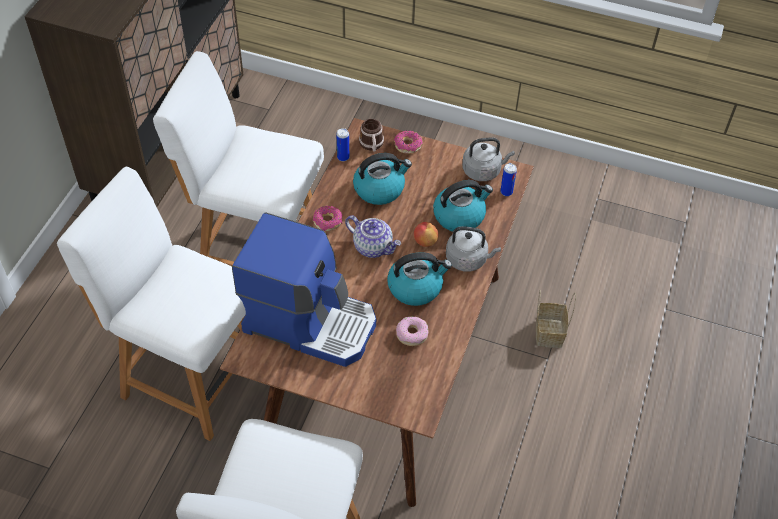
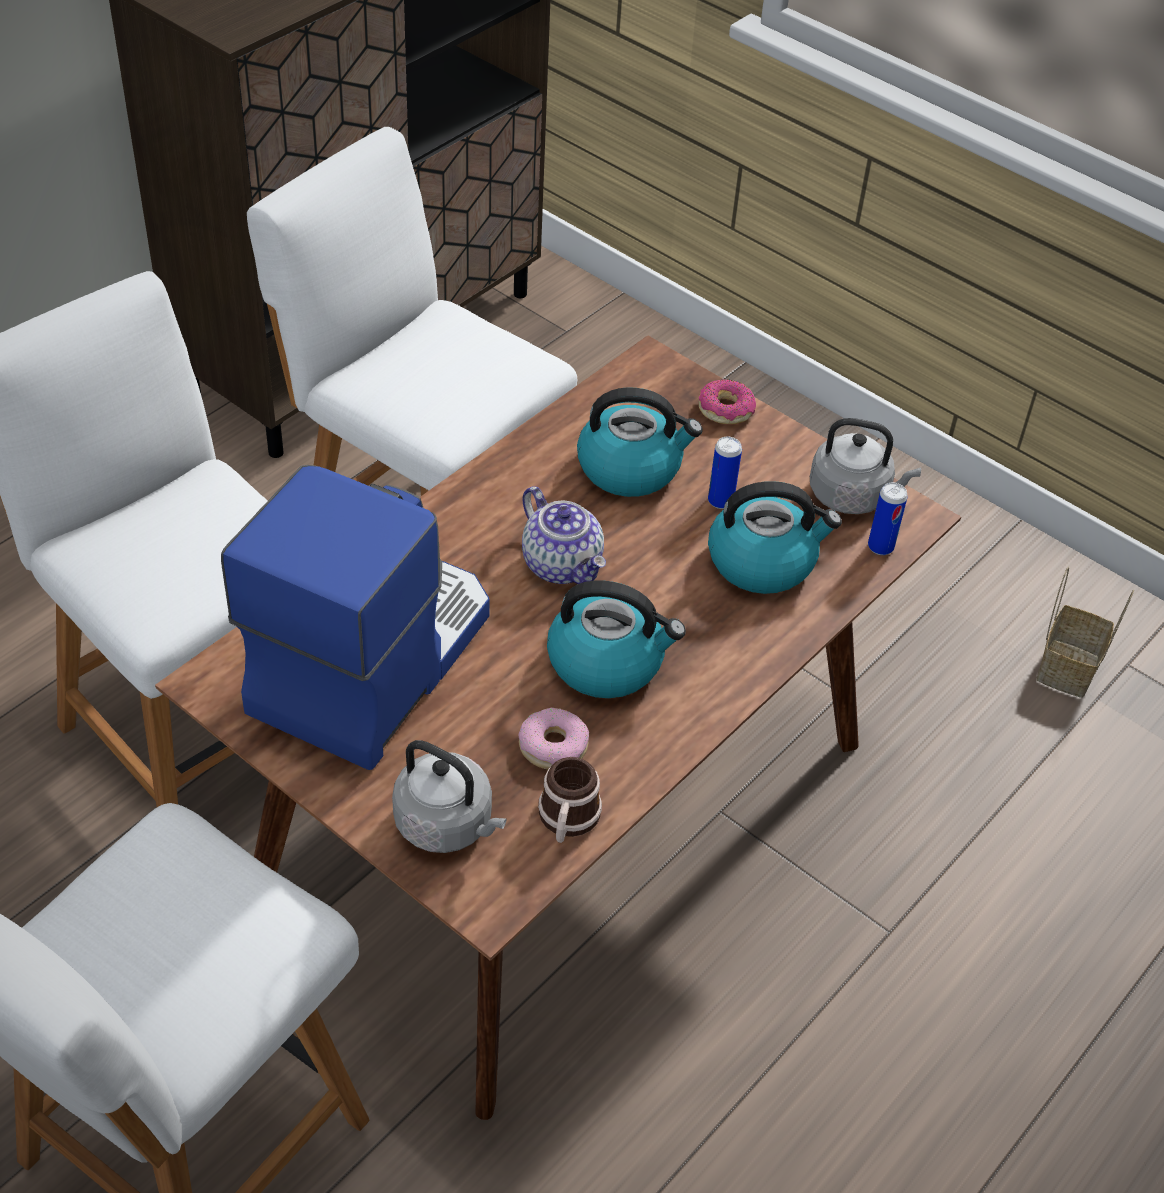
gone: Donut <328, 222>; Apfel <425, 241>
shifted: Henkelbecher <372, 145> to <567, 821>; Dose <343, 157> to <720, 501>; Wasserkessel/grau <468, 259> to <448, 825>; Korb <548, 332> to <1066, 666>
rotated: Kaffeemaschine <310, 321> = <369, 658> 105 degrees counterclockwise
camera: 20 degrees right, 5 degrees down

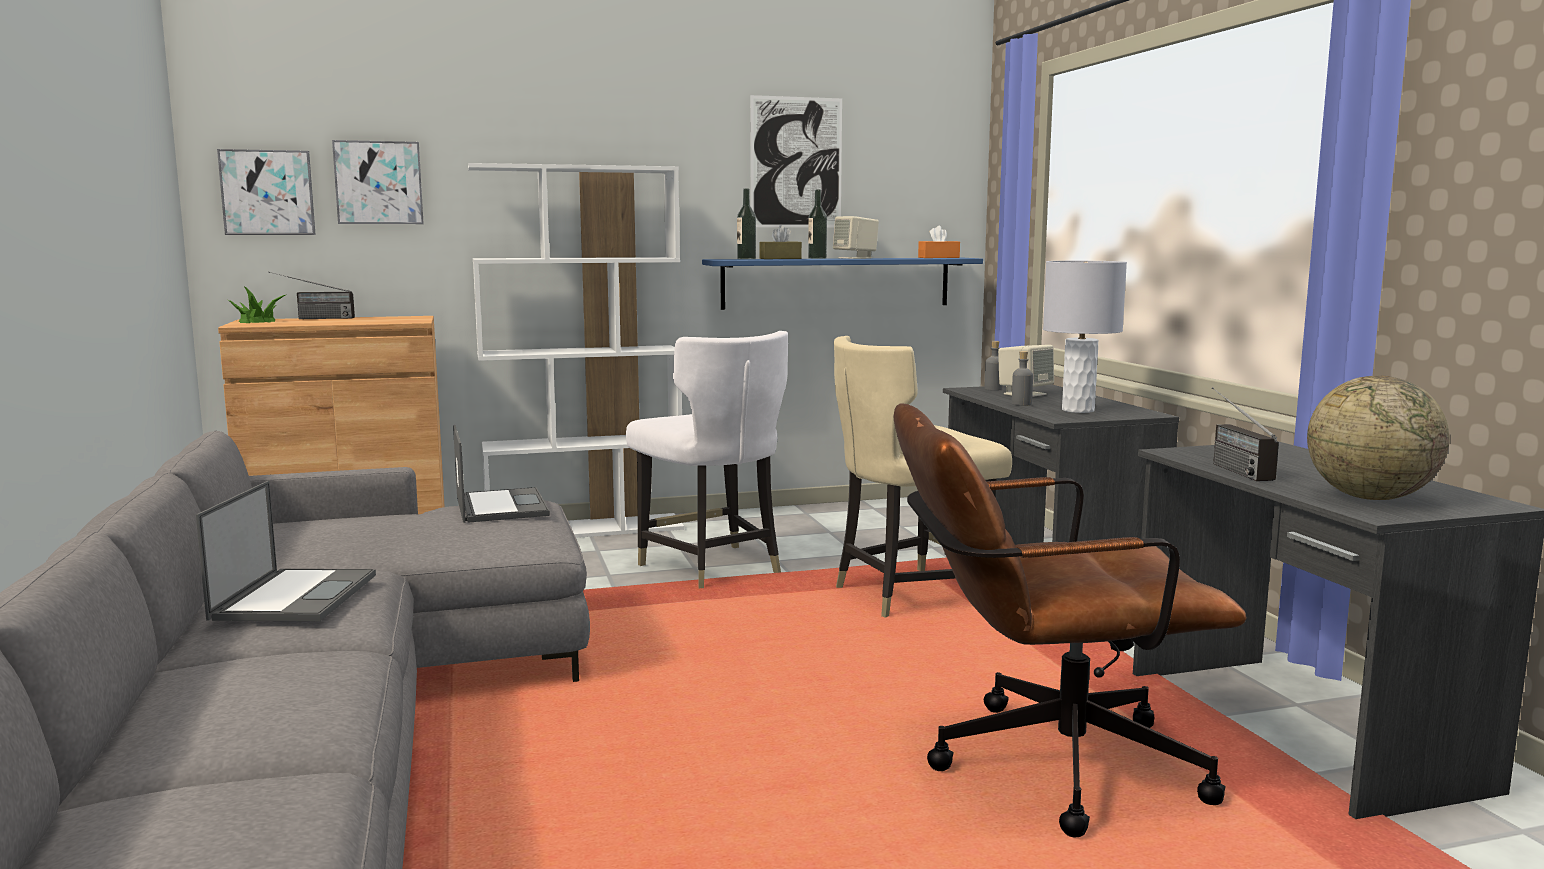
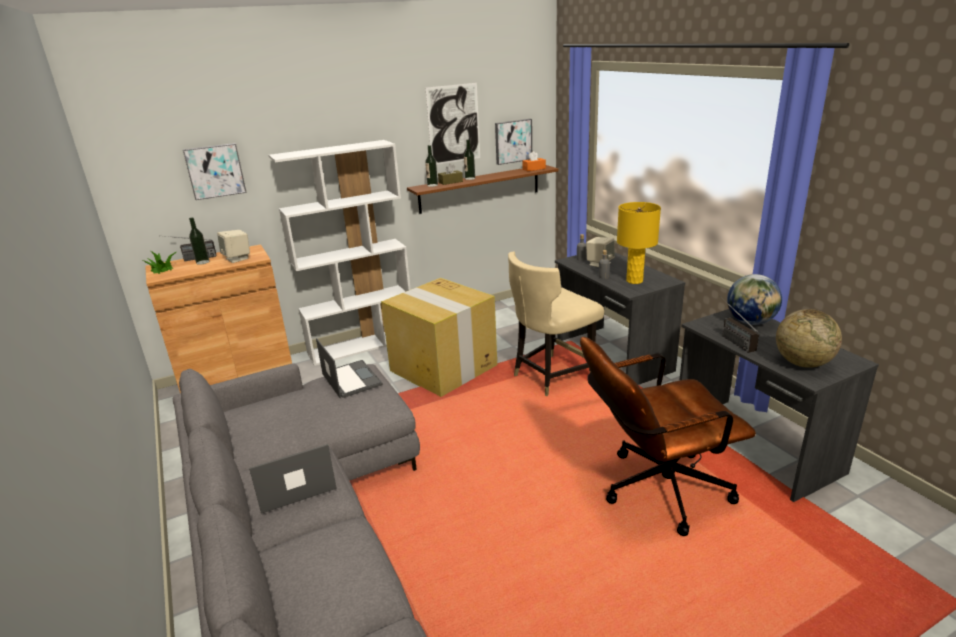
new: Flasche <202, 262>; Globus <750, 322>
shifted: Bild <268, 192> to <513, 141>; Lautsprecher/beige <855, 258> to <237, 258>
swapped: Stuhl/weiß <712, 568> to Karton <444, 368>
repainted: Wandregal/blau <837, 282> to Wandregal/braun <480, 188>; Tischlampe/grau <1077, 410> to Tischlampe/gelb <634, 281>
rotated: Laptop <295, 596> = <293, 484> 105 degrees counterclockwise
camera: 10 degrees left, 15 degrees up

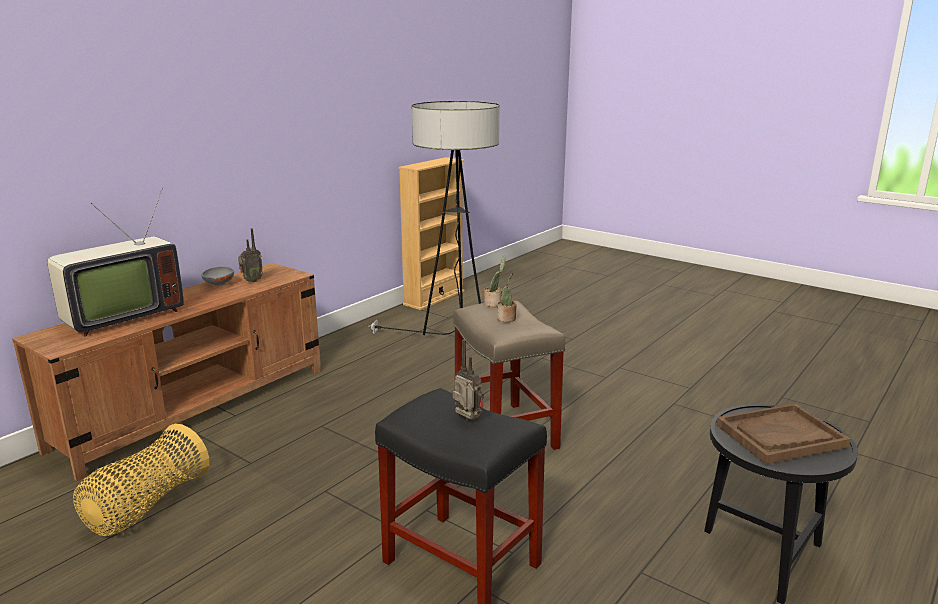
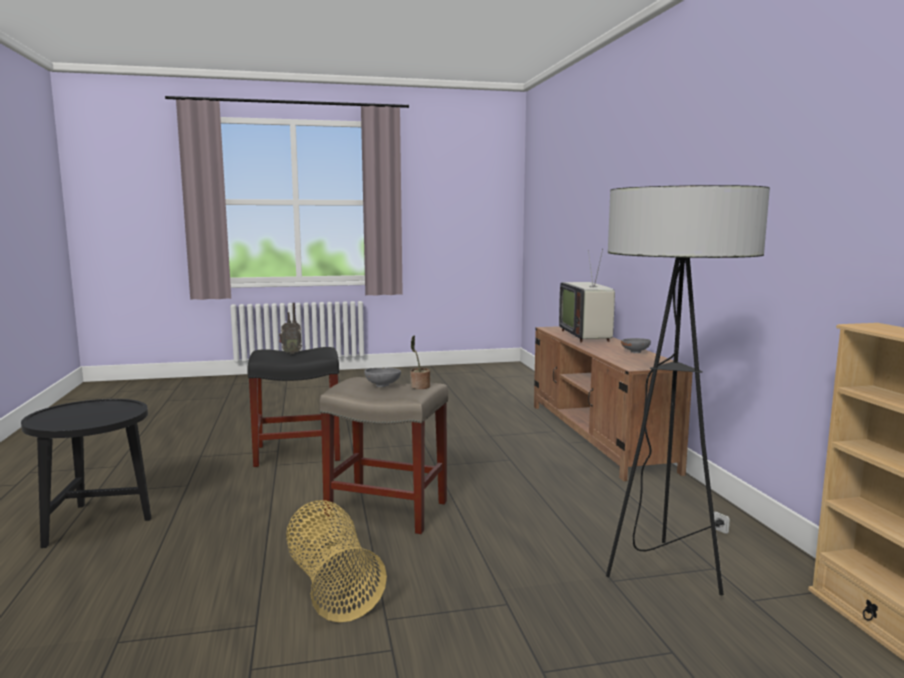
gone: Radio <251, 281>; Tablett/braun <780, 436>
shifted: Korb <146, 507> to <332, 585>
swapped: Topfpflanze <507, 319> to Schüssel/grau <383, 385>
camera: 130 degrees right, 10 degrees down

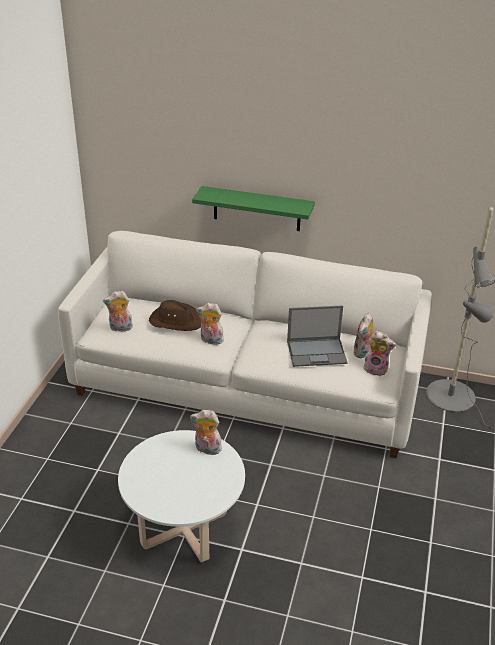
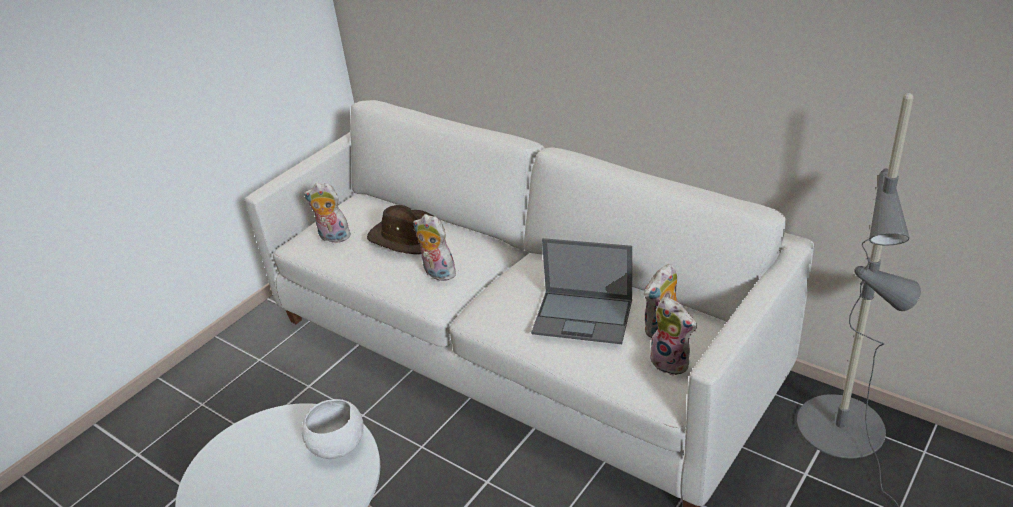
gone: Wandregal/grün <257, 209>
swapped: Plüschtier <207, 449> to Schüssel/weiß <338, 444>
camera: 25 degrees right, 0 degrees up

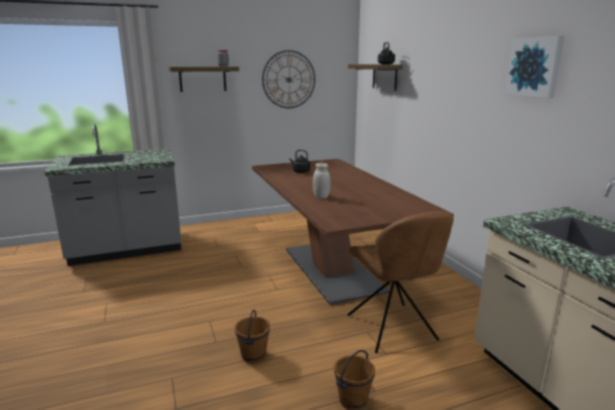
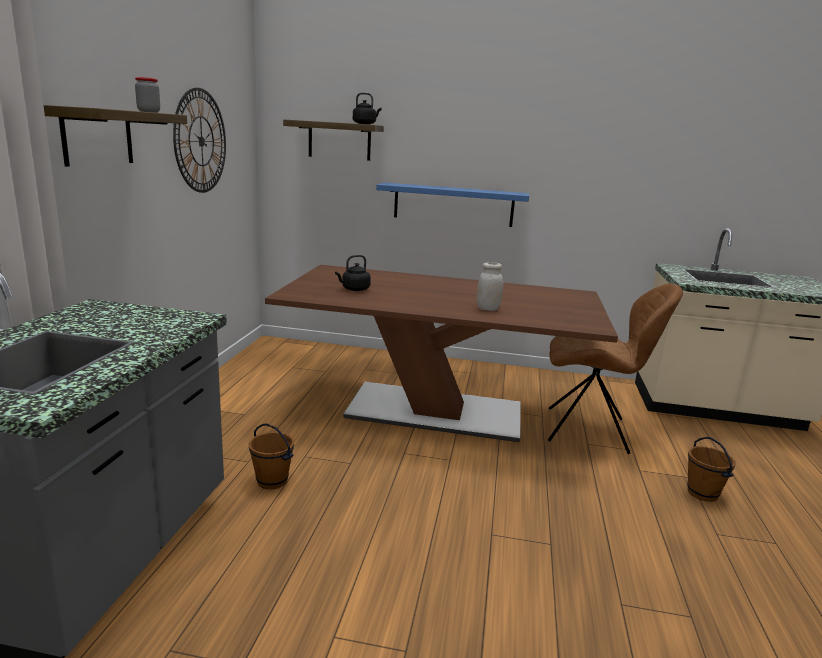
gone: Bild <534, 67>
new: Wandregal/blau <453, 204>
shifted: Eimer/braun <253, 356> to <271, 481>
camera: 60 degrees left, 0 degrees up

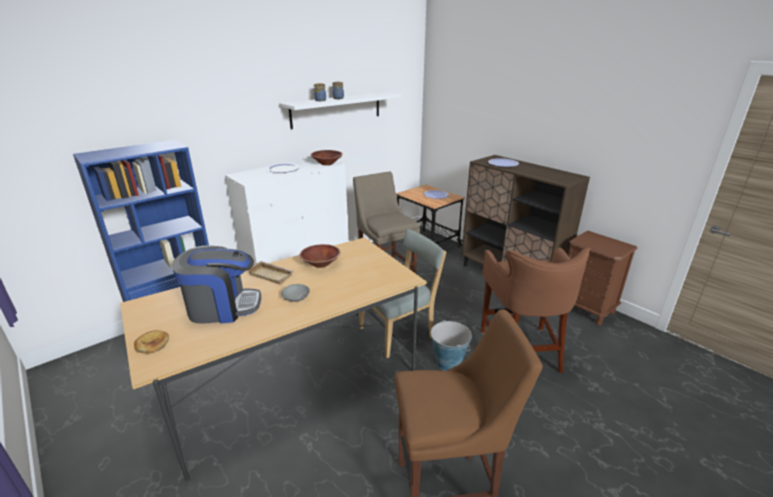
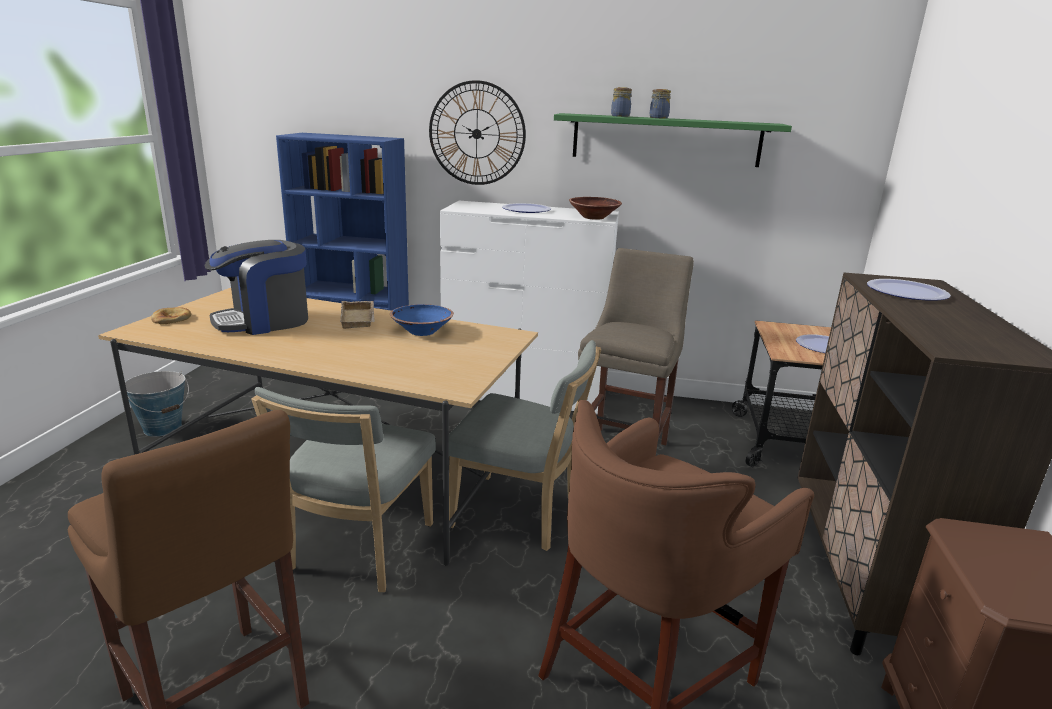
gone: Schüssel/grau <296, 297>
new: Wanduhr <477, 133>; Stuhl/grau <358, 551>
shifted: Eimer <448, 362> to <163, 428>
repainted: Wandregal/weiß <337, 109> to Wandregal/grün <666, 140>; Schüssel/braun <321, 264> to Schüssel/blau <422, 331>
rotated: Kaffeemaschine <223, 307> = <264, 321> 105 degrees clockwise
camera: 50 degrees right, 5 degrees down

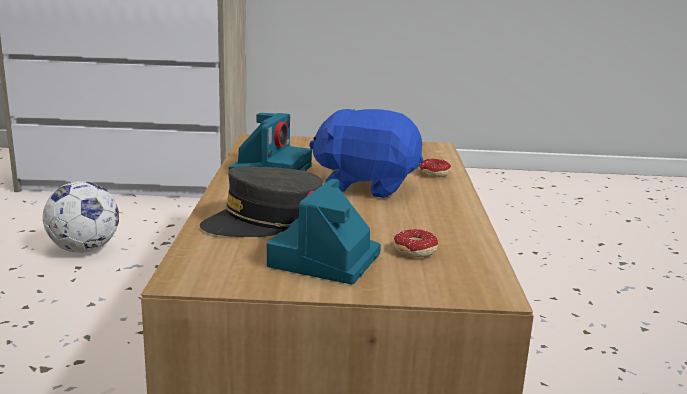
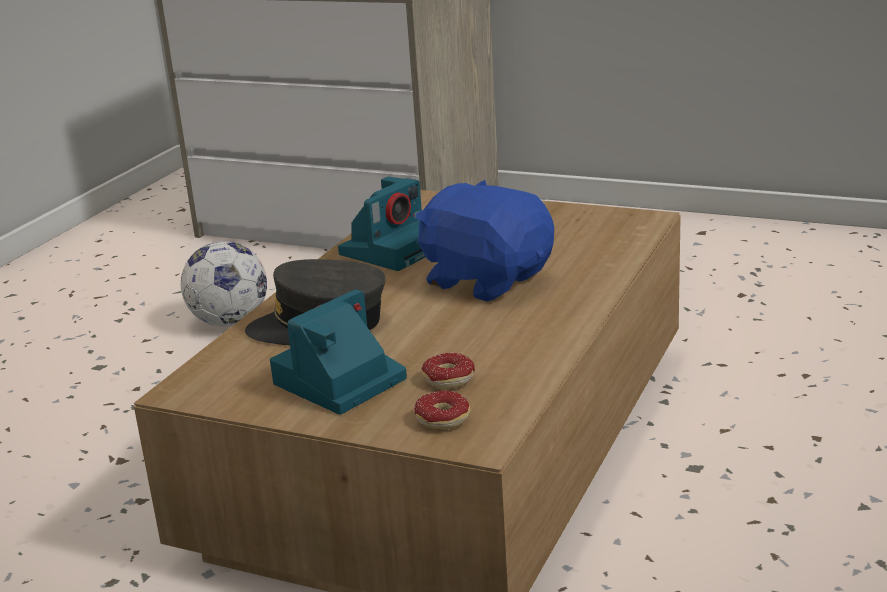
shifted: Donut <432, 175> to <437, 424>
camera: 25 degrees right, 5 degrees up

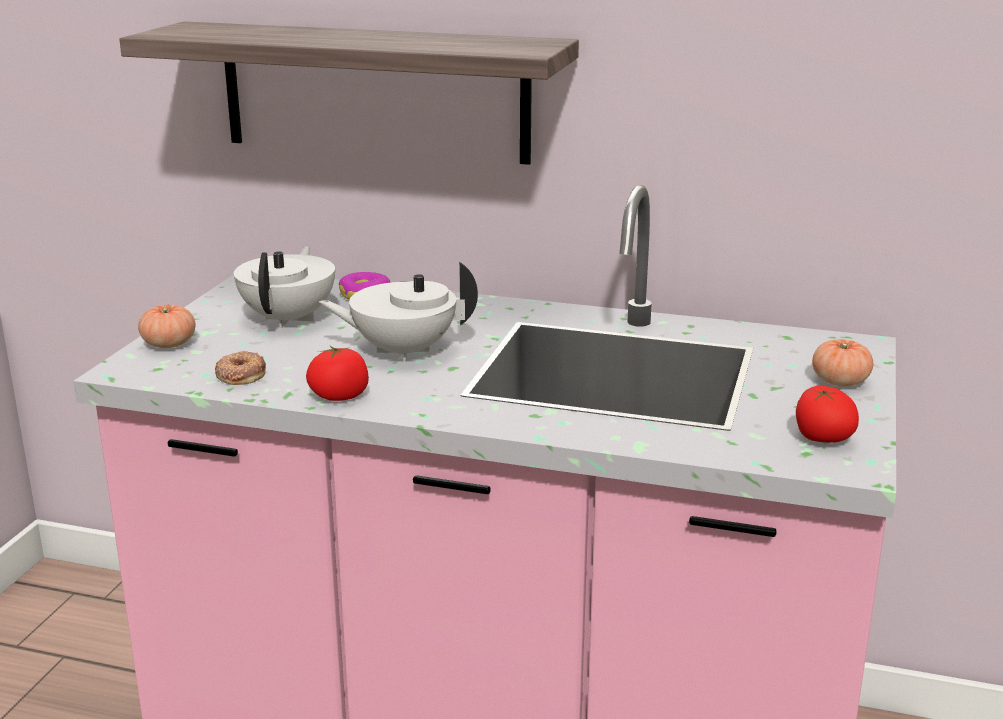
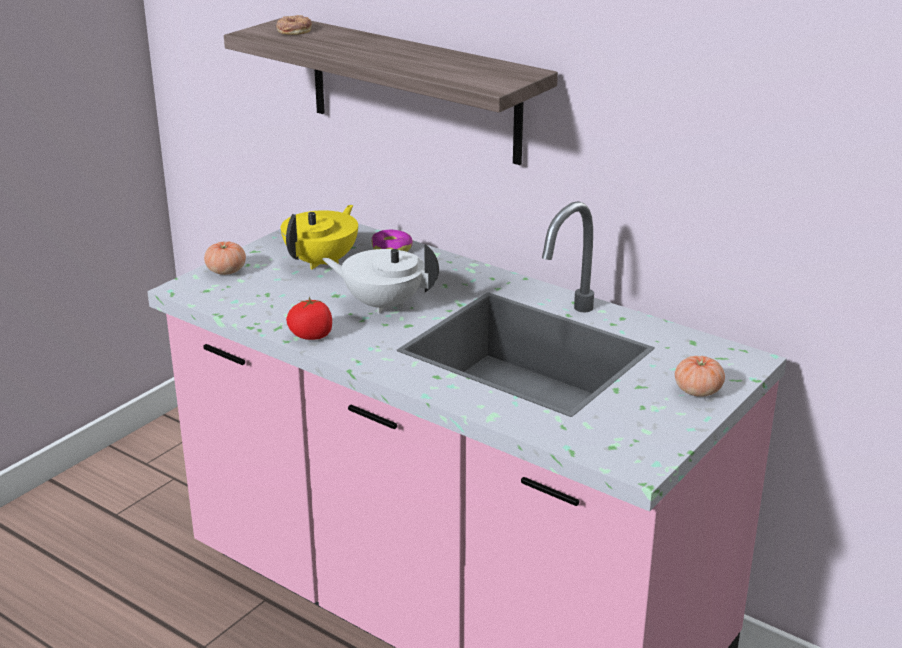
gone: Tomate <822, 438>
shifted: Donut <240, 374> to <293, 30>
repainted: Teekanne/weiß <290, 318> to Teekanne/gelb <323, 262>
camera: 20 degrees right, 5 degrees up

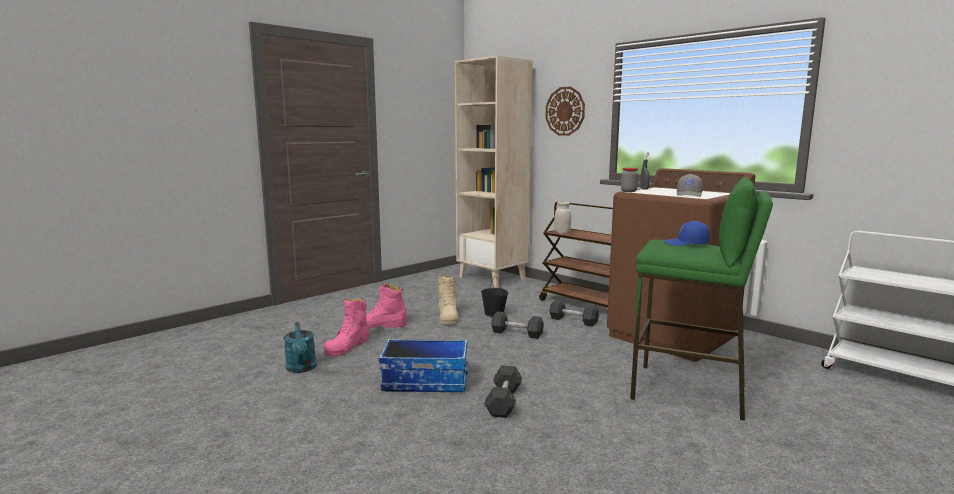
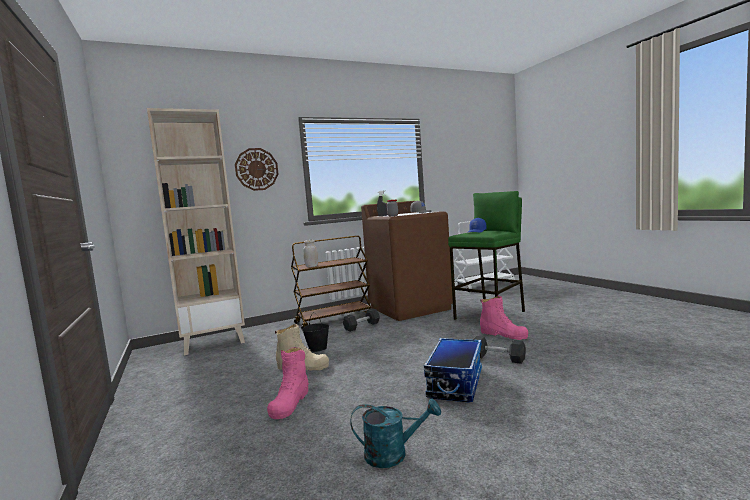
gone: Hantel/grau <517, 333>
shifted: Stiefel/rosa <348, 346> to <503, 334>
camera: 70 degrees left, 5 degrees down

